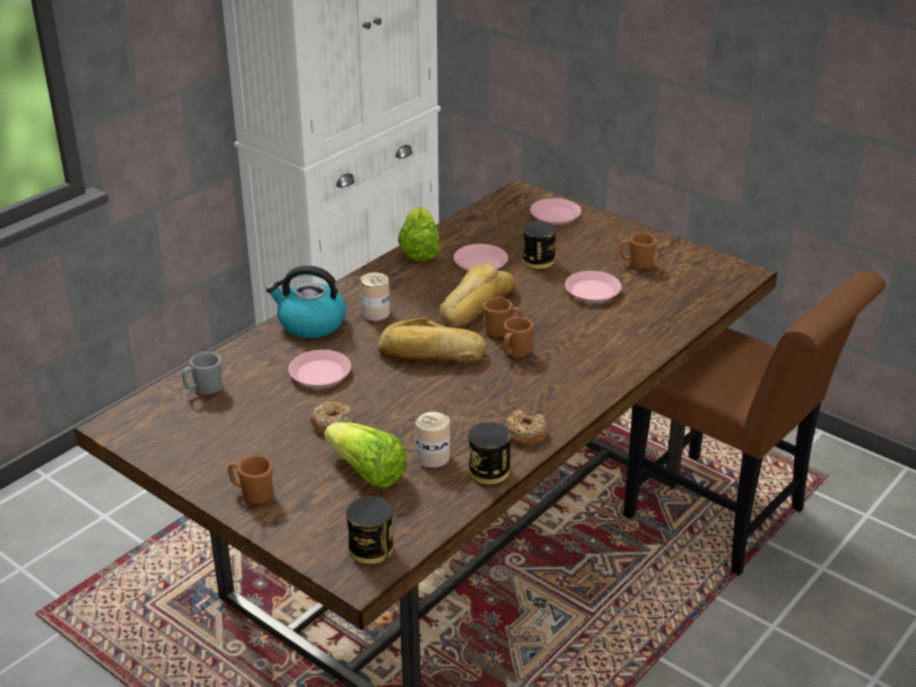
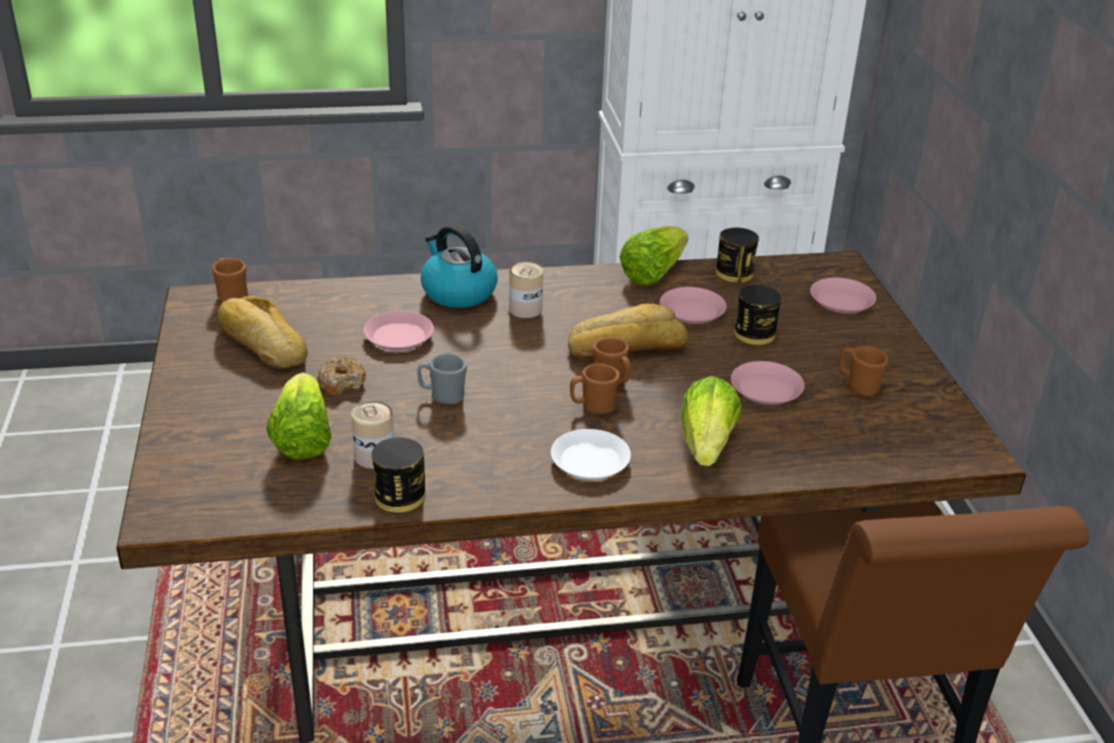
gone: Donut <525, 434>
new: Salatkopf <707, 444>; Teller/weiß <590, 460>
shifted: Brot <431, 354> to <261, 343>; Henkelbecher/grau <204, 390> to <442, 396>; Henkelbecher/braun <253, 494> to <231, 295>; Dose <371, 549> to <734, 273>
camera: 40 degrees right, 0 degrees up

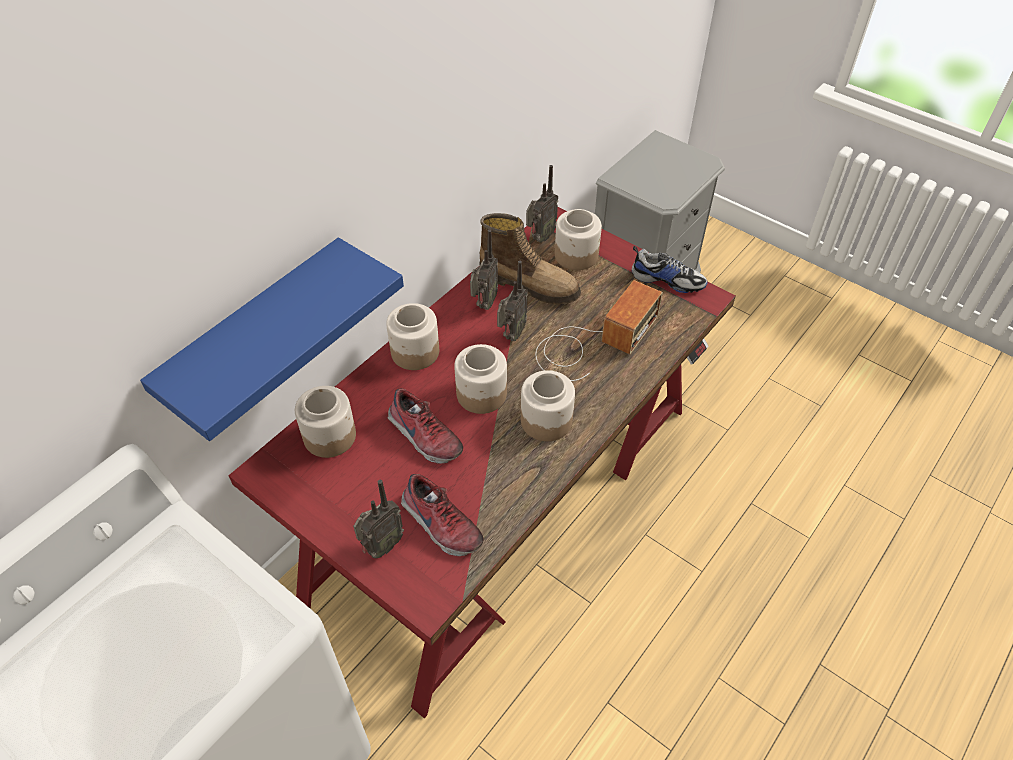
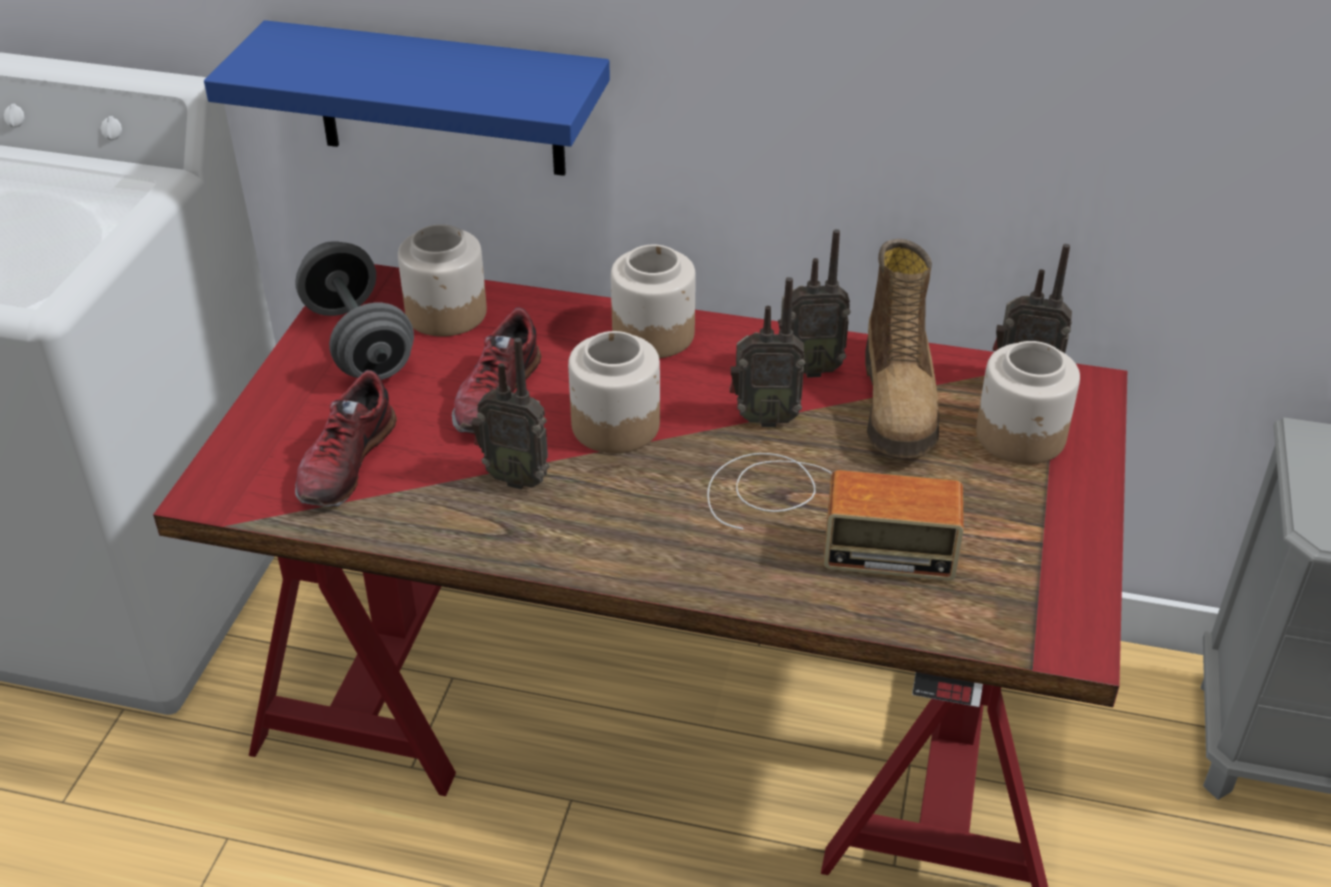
gone: Schuh <667, 280>; Vorratsglas <546, 420>
new: Hantel/grau <359, 342>
shifted: Radio <381, 546> to <516, 477>
camera: 65 degrees right, 10 degrees down

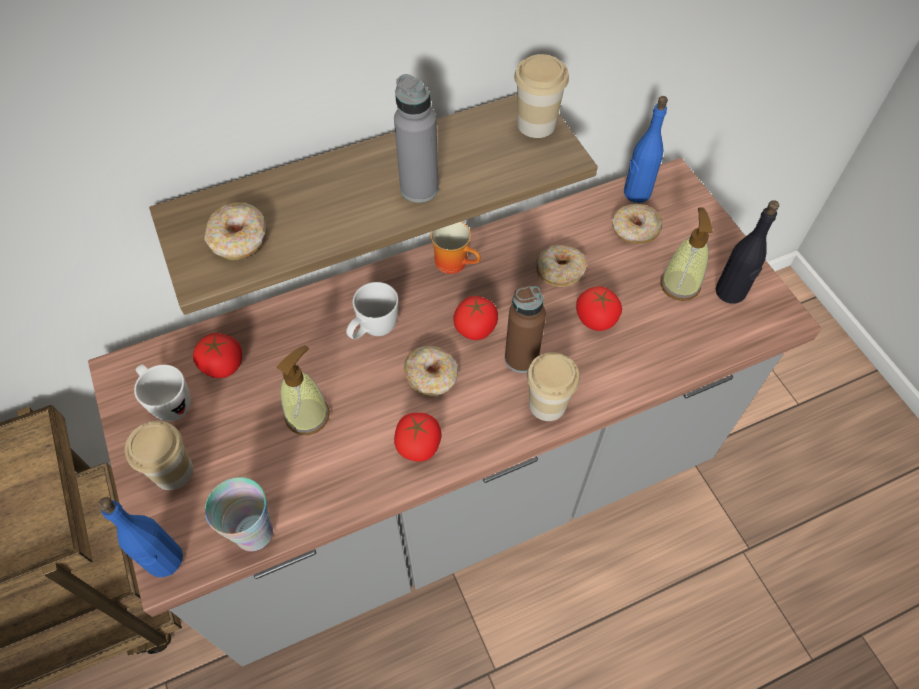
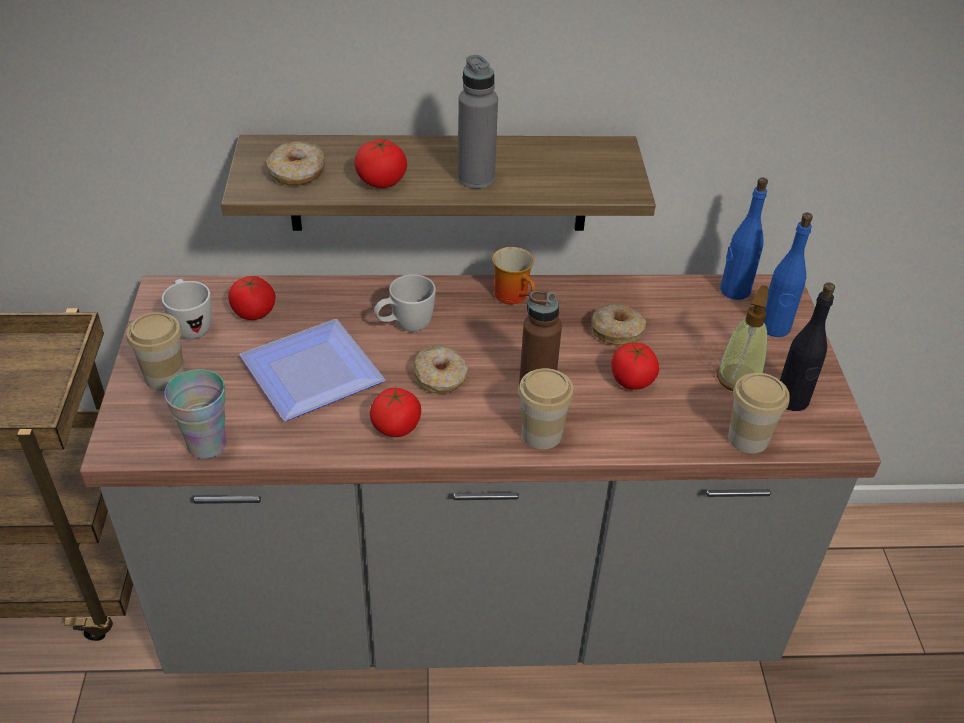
gone: Donut <634, 230>
shifted: Tasse <536, 124> to <748, 438>; Tomate <475, 328> to <381, 182>; Flasche/blau <164, 560> to <774, 327>
swapped: Seifenspender <308, 415> to Teller <307, 372>
camera: 20 degrees right, 15 degrees down

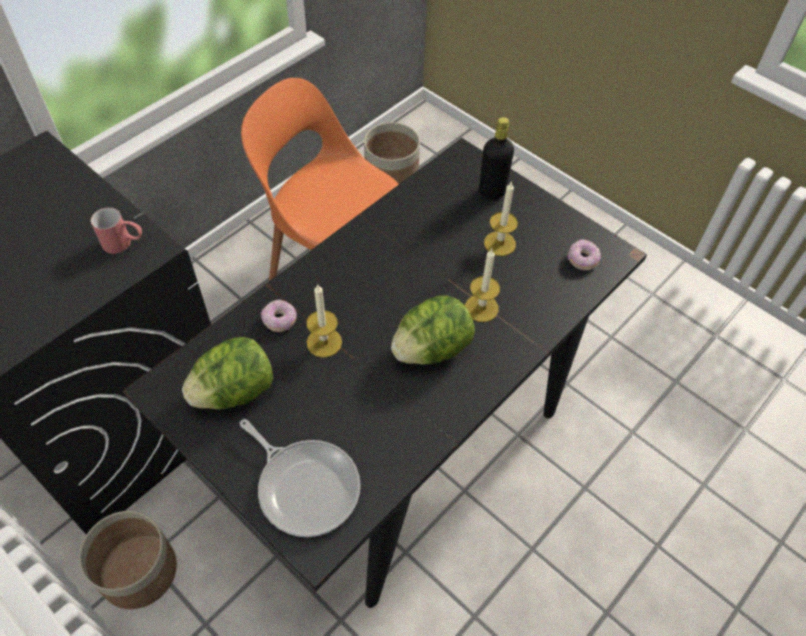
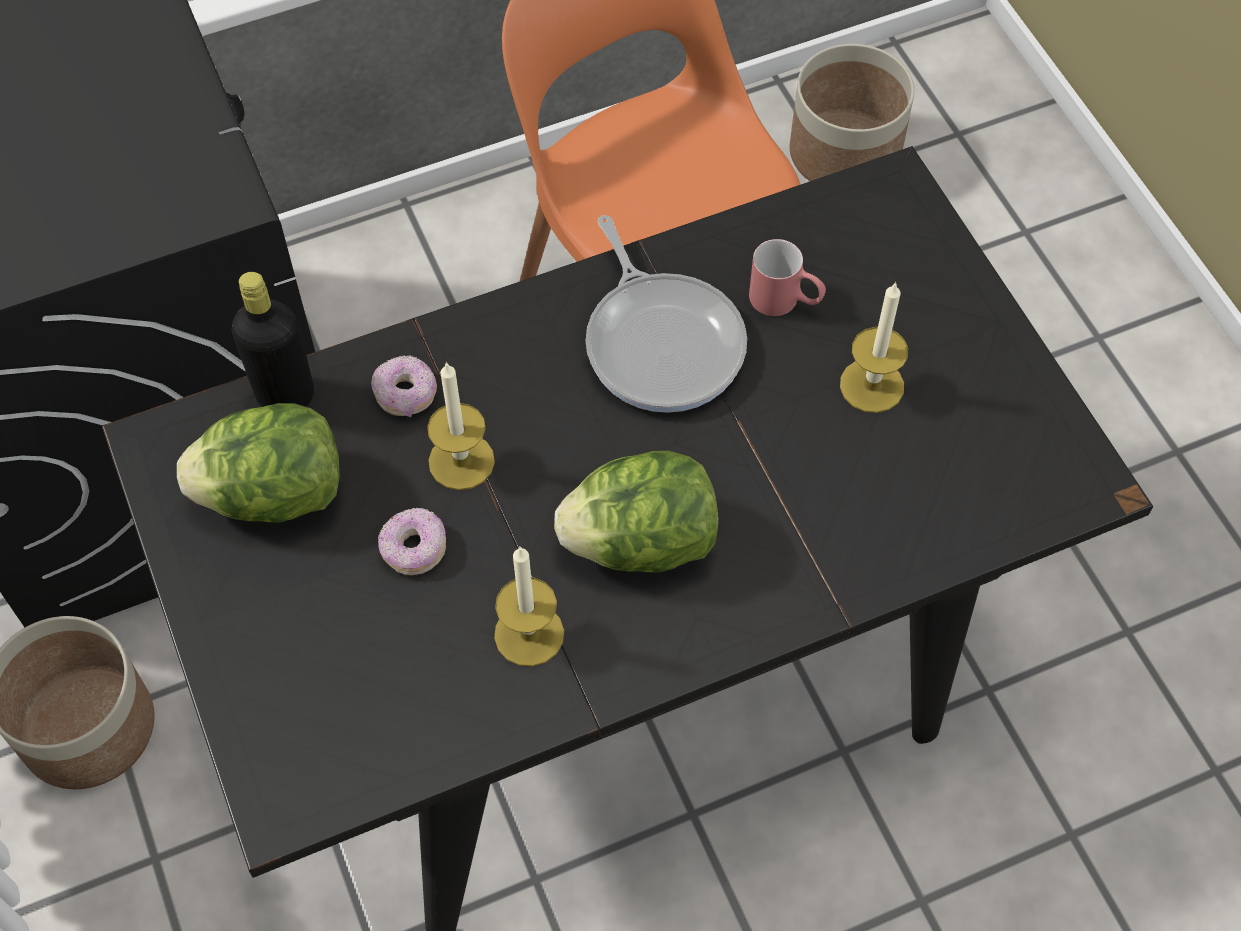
shifted: Flasche/schwarz <492, 192> to <285, 395>; Henkelbecher/rot <124, 243> to <785, 301>; Donut <582, 260> to <414, 549>; Kerze <481, 308> to <529, 634>; Pfanne <306, 486> to <662, 342>
camera: 25 degrees right, 5 degrees up

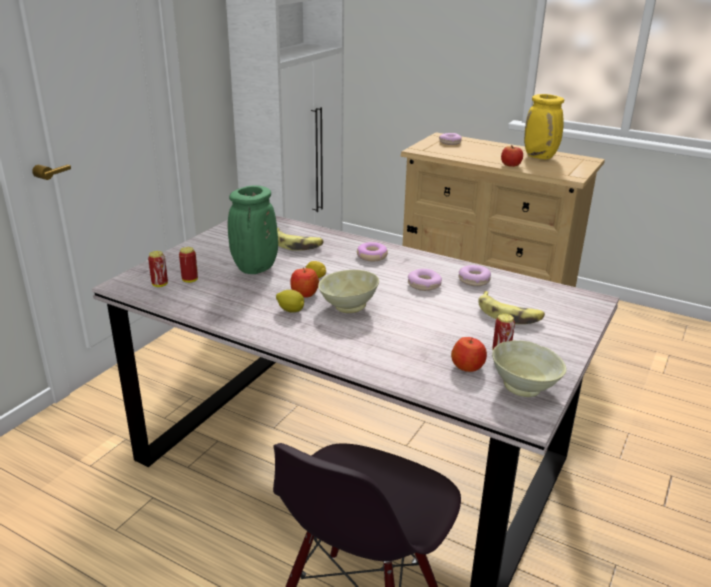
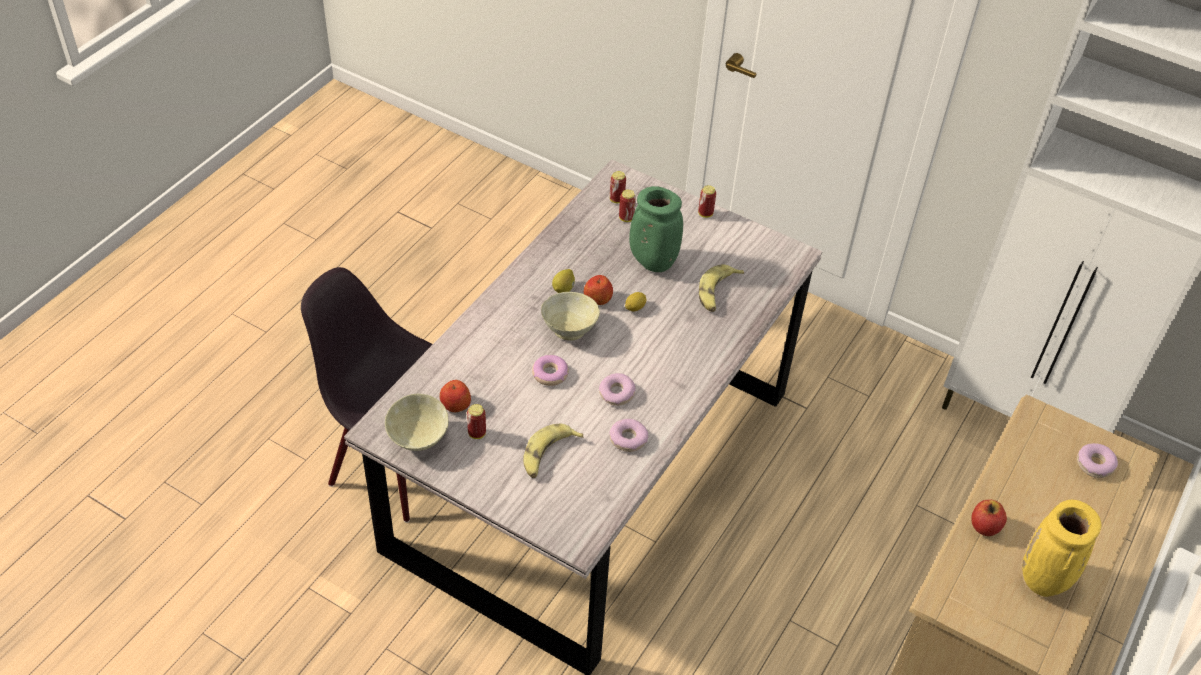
new: Dose <705, 214>
shifted: Donut <372, 256> to <550, 374>
camera: 90 degrees right, 20 degrees up

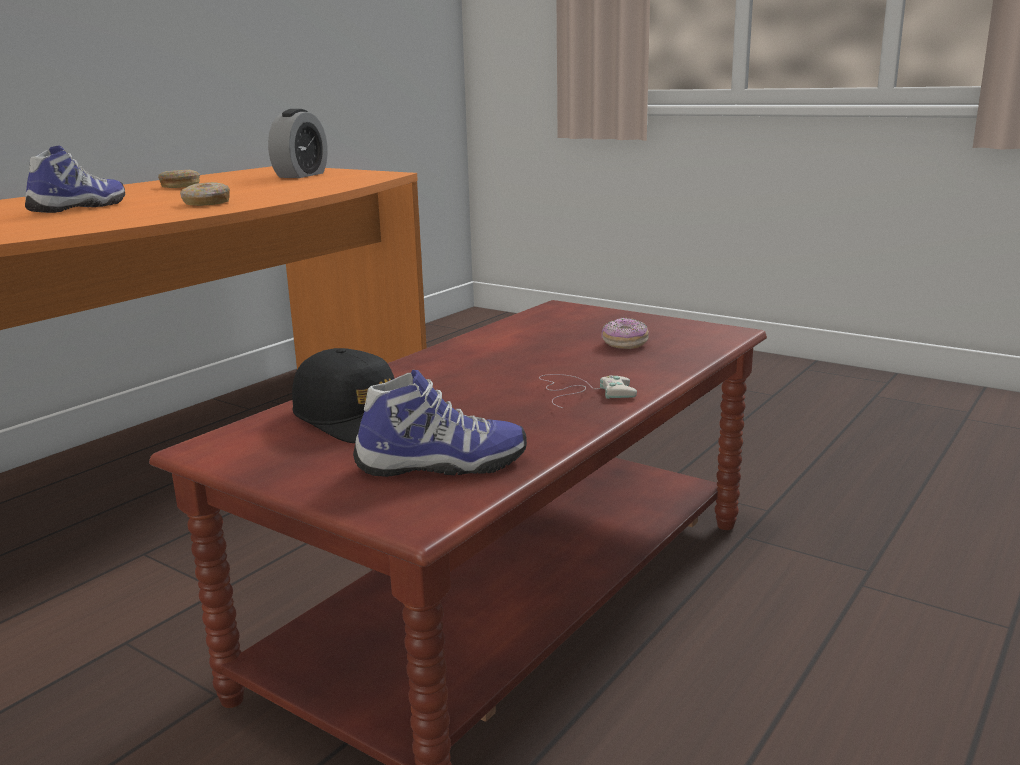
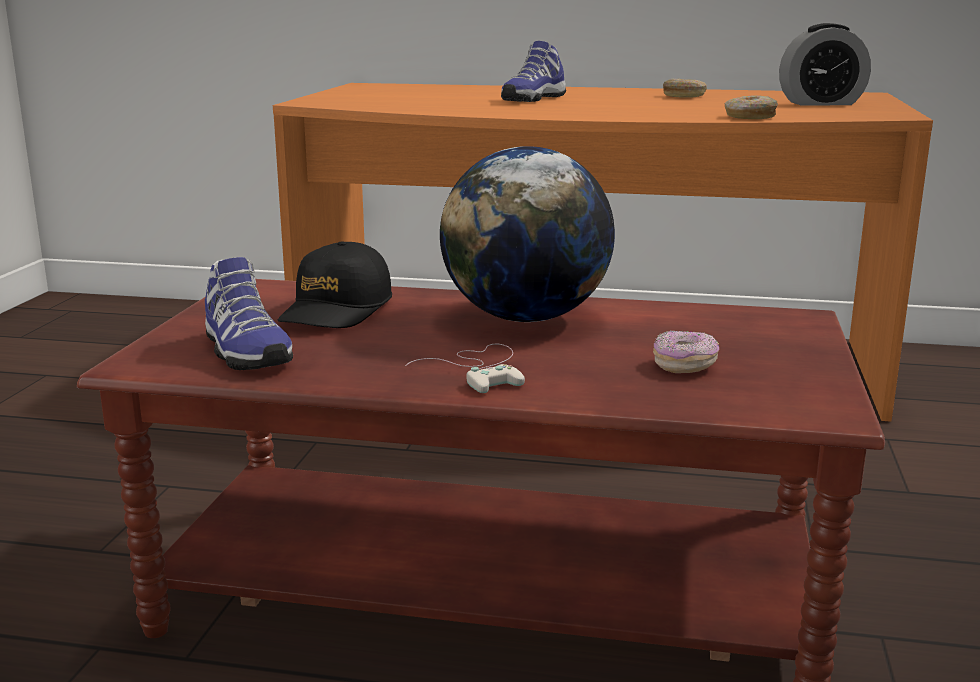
new: Globus <526, 318>
shifted: Donut <206, 203> to <749, 117>
rotated: Schuh <80, 208> = <532, 99> 120 degrees clockwise
camera: 65 degrees right, 0 degrees up

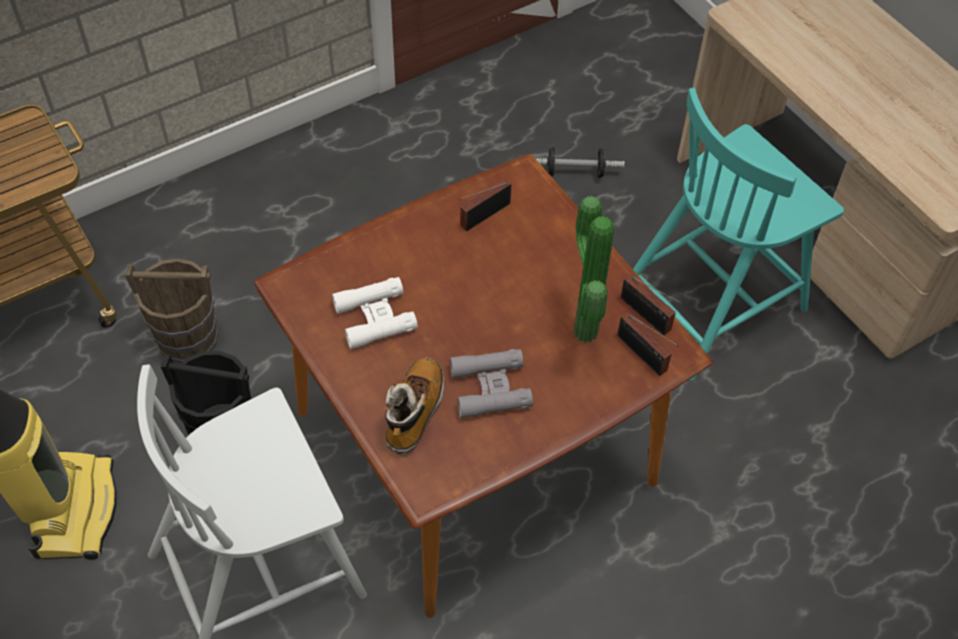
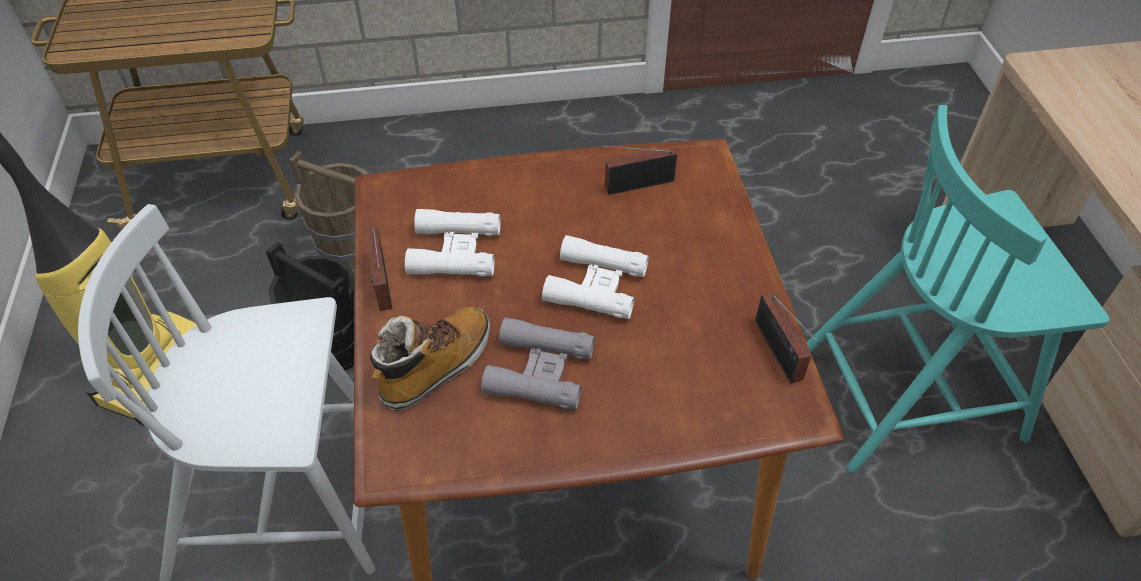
gone: Hantel <575, 172>; Topfpflanze <580, 333>
new: Fernglas/weiß <596, 285>
shifted: Radio <643, 356> to <381, 285>
camera: 25 degrees right, 5 degrees down

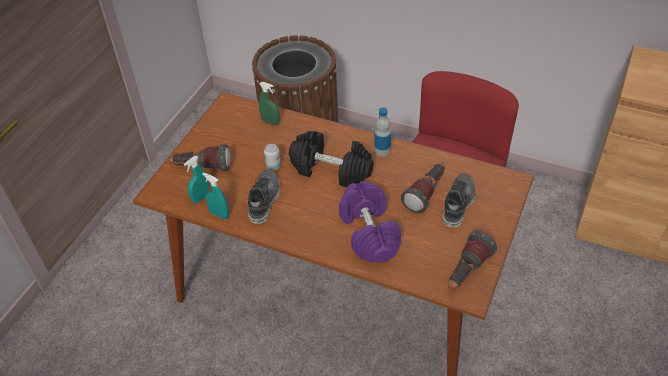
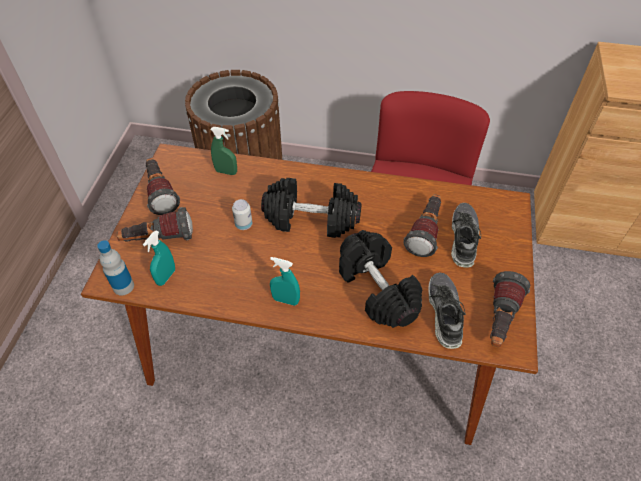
new: Taschenlampe <160, 193>
shifted: Flasche <382, 150> to <123, 286>; Schuh <264, 200> to <444, 313>; Sprühflasche/türkis <219, 214> to <285, 300>
repainted: Hantel/lila <369, 233> to Hantel/schwarz <376, 289>
camera: 15 degrees left, 5 degrees up

